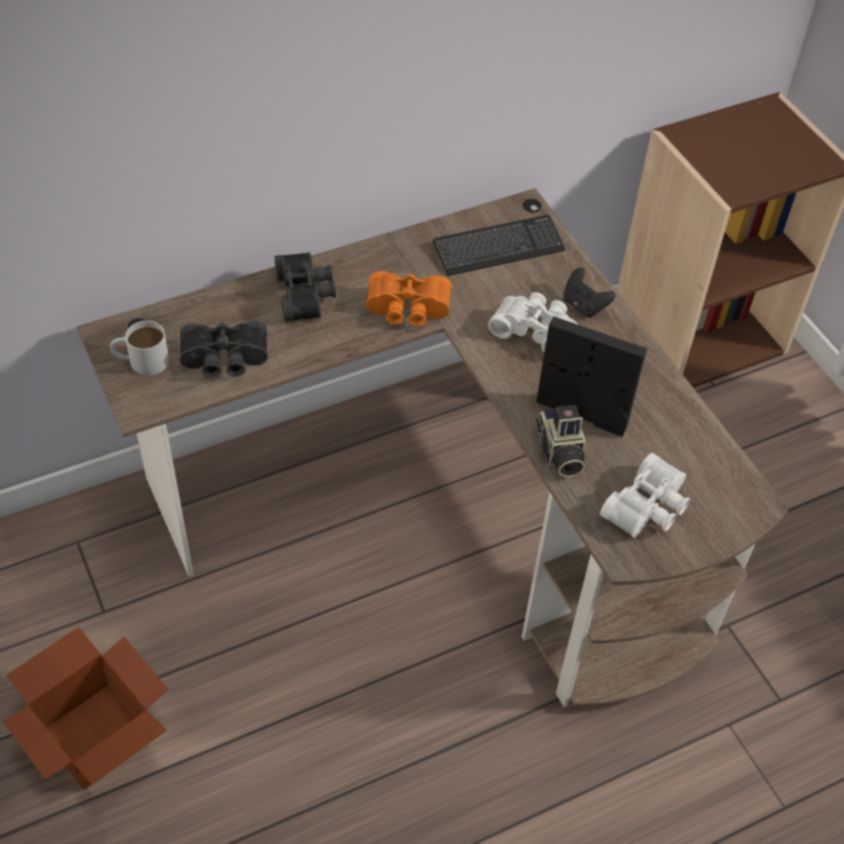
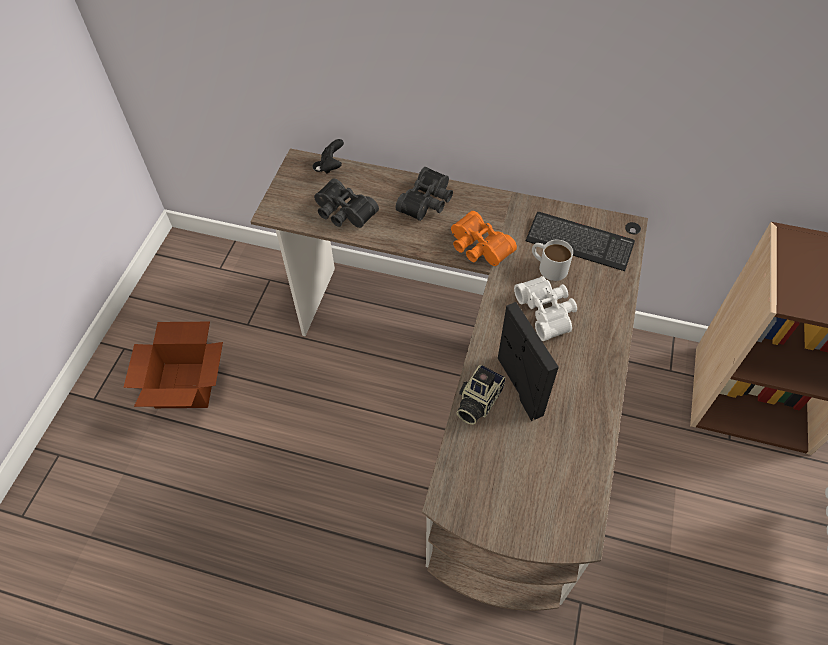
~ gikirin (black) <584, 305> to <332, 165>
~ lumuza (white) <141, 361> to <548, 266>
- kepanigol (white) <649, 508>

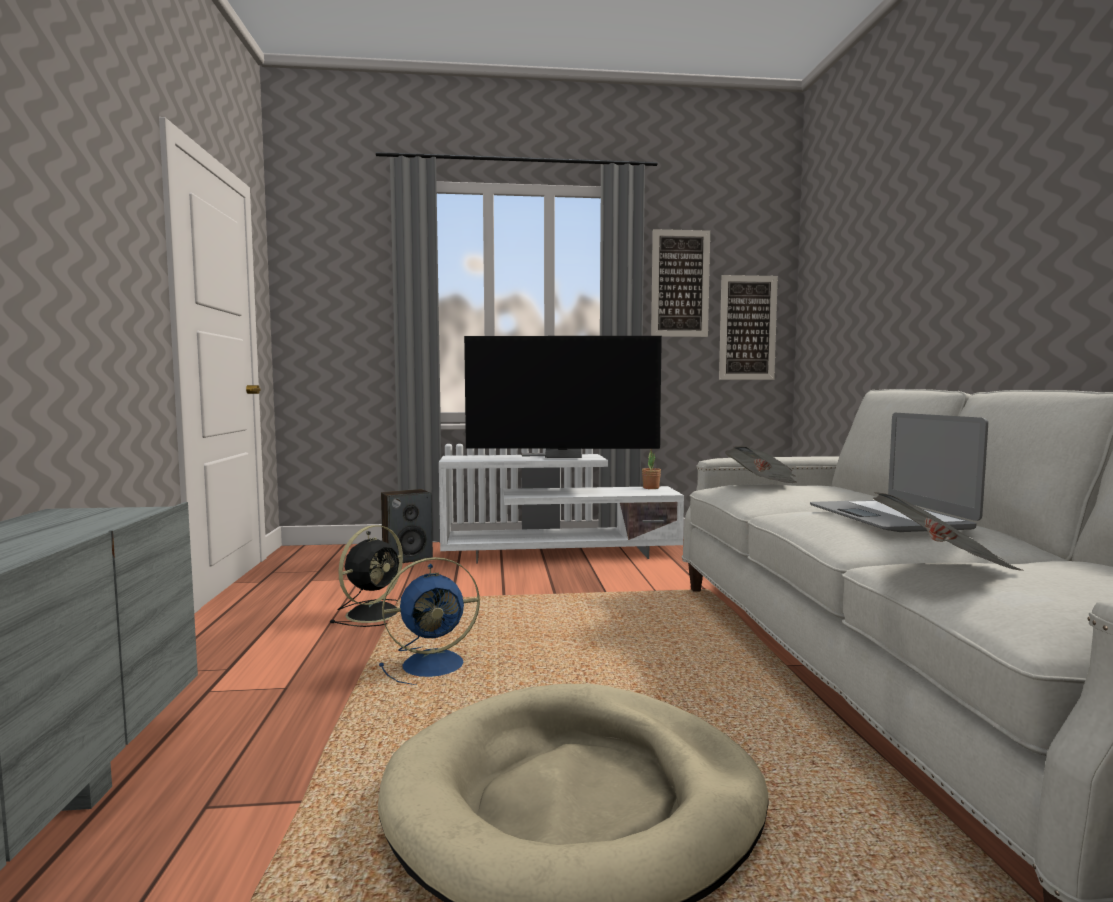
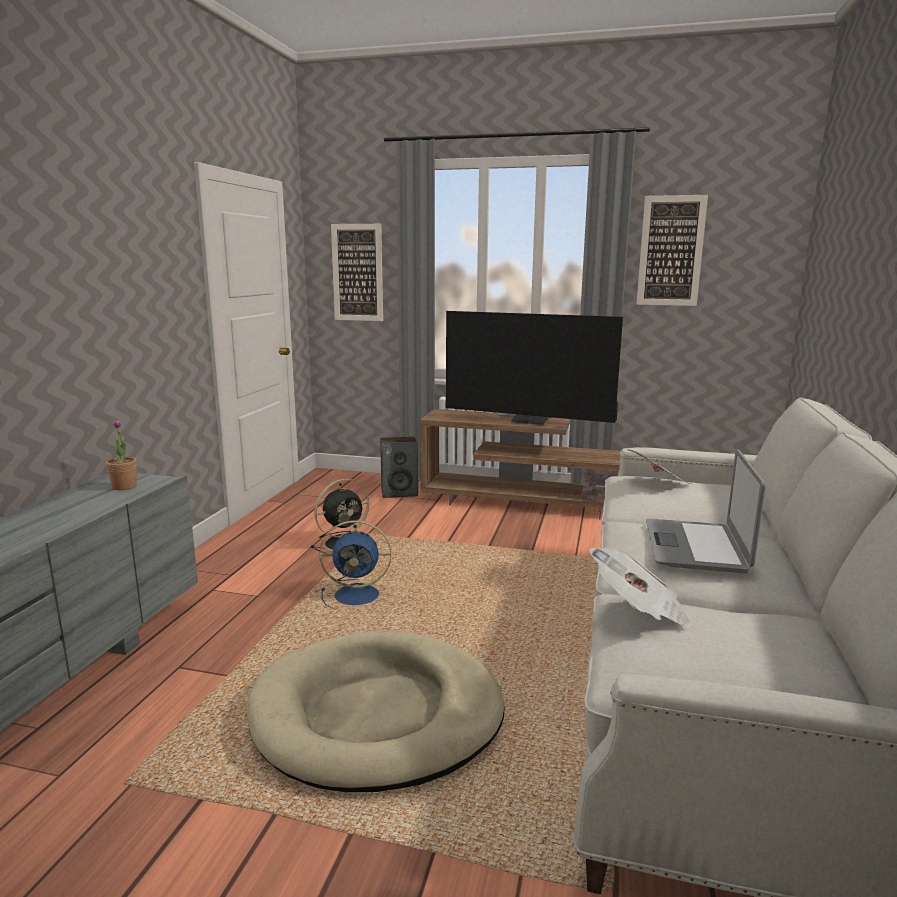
~ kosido <651, 488> to <124, 487>
~ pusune <747, 328> to <357, 273>
~ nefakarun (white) <562, 553> to nefakarun (brown) <527, 503>

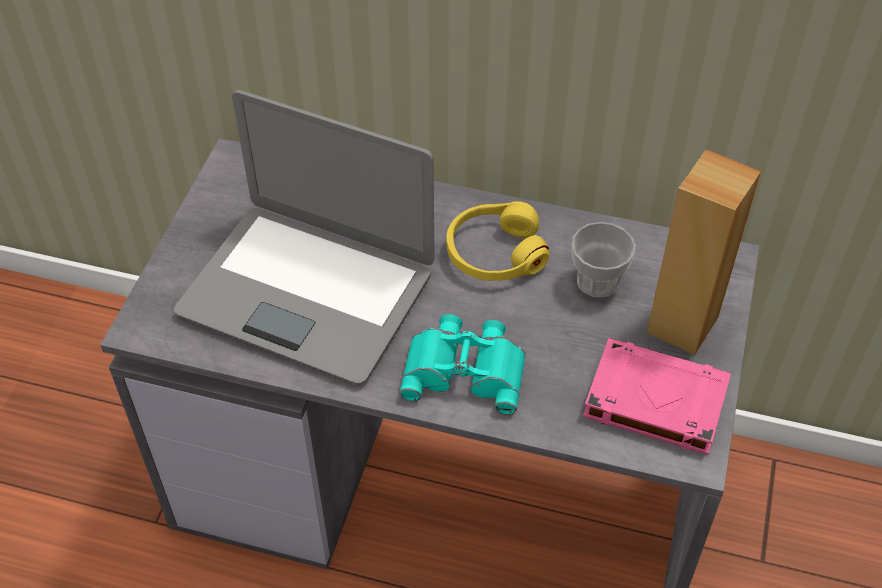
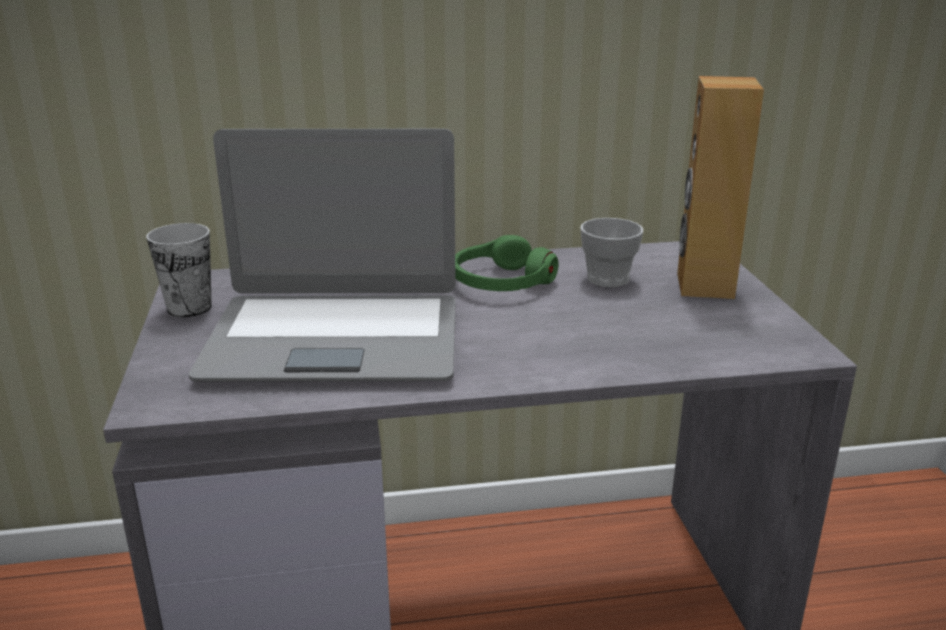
+ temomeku <189, 308>
~ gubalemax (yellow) <495, 253> to gubalemax (green) <501, 282>
- kepanigol (turquoise) <465, 368>
- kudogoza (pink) <653, 400>

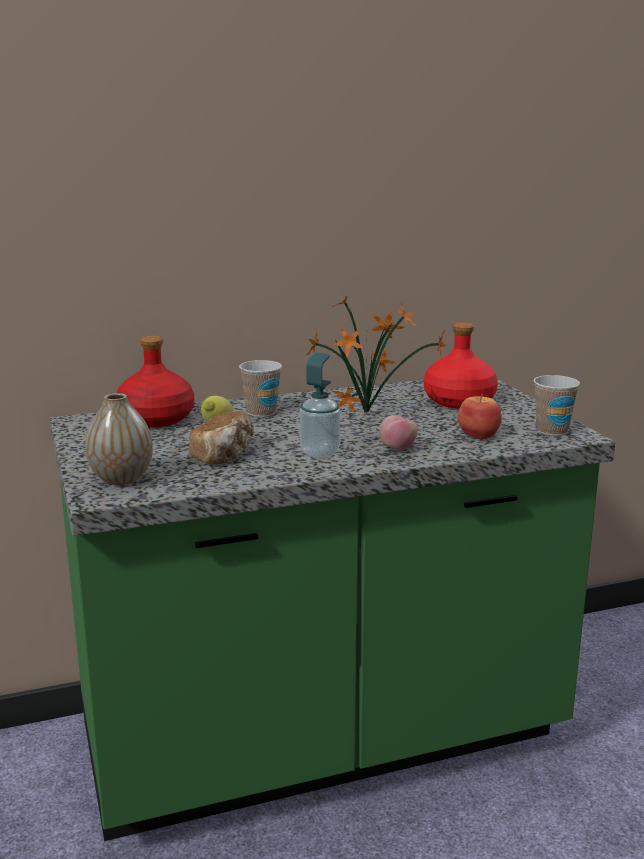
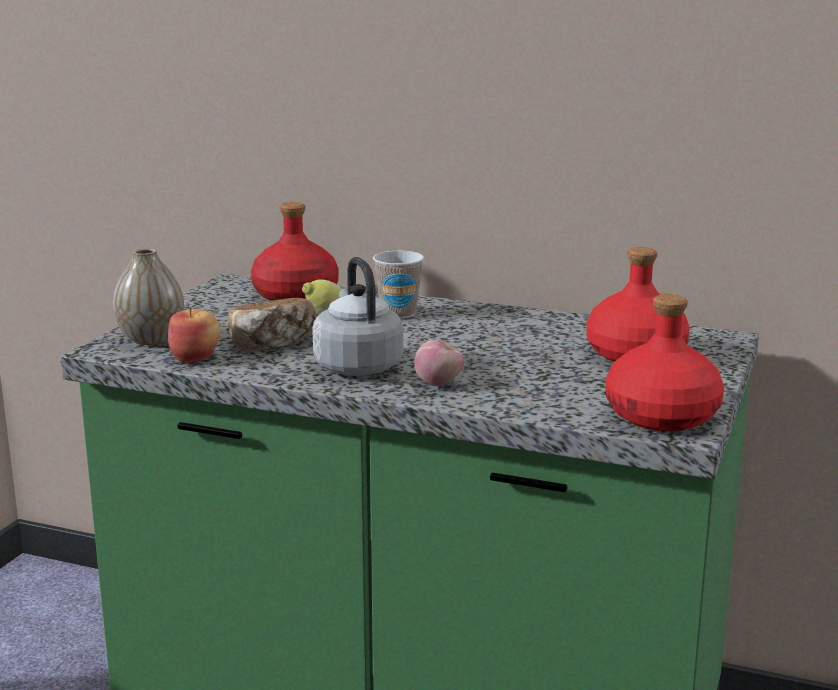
~ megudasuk <479, 434> to <195, 358>
~ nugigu <319, 453> to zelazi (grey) <357, 366>
~ temomeku <552, 431> to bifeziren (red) <663, 416>
- kosido <368, 413>

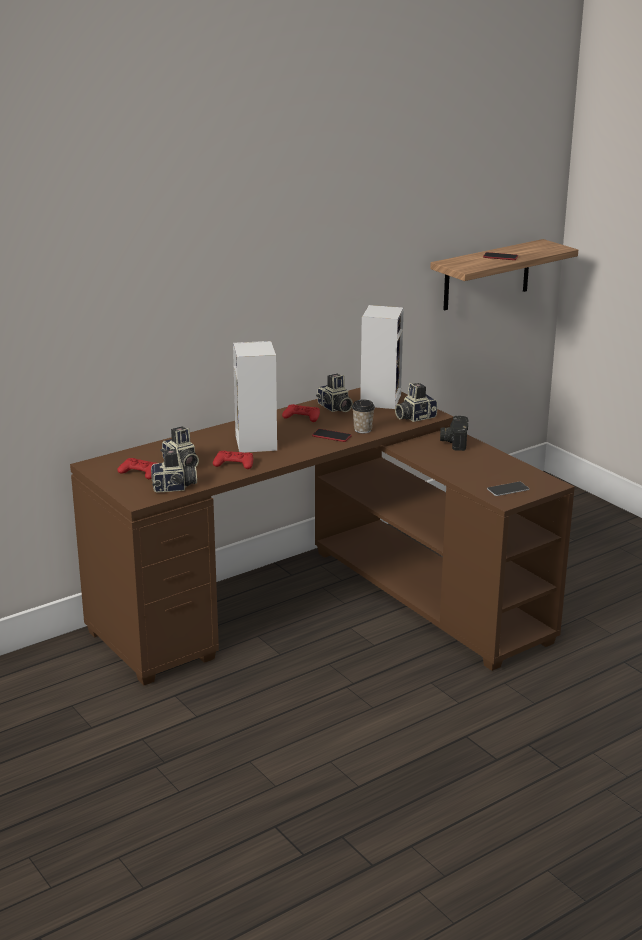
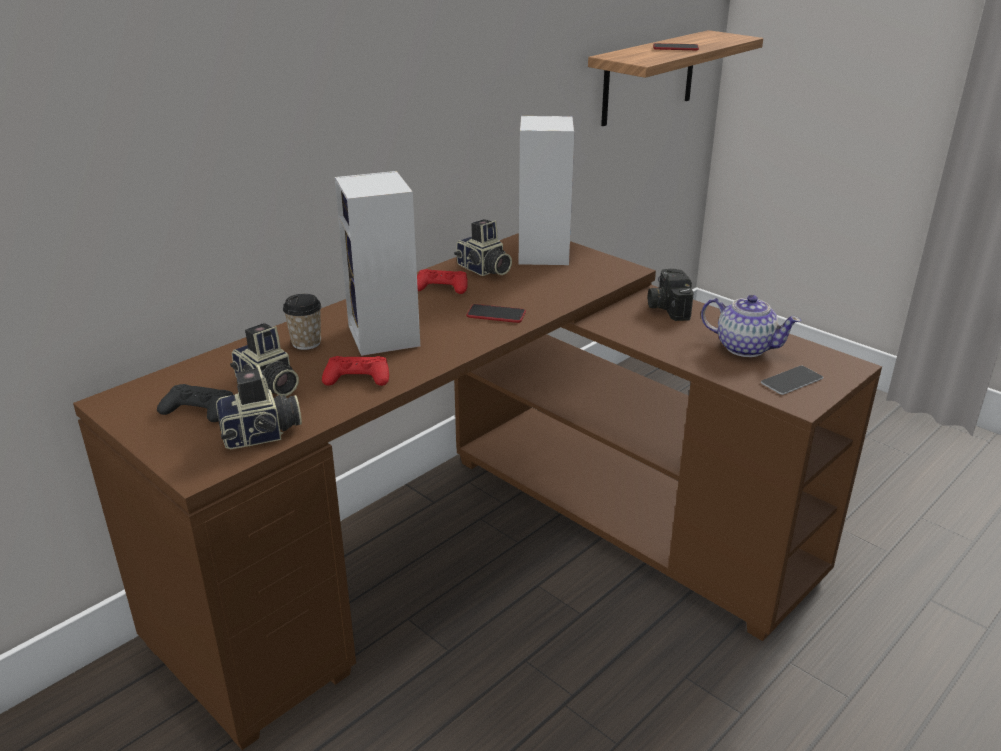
~ gikirin (red) <140, 473> to gikirin (black) <198, 409>
~ temomeku <363, 430> to <306, 343>
+ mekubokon <744, 347>
- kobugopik <414, 417>

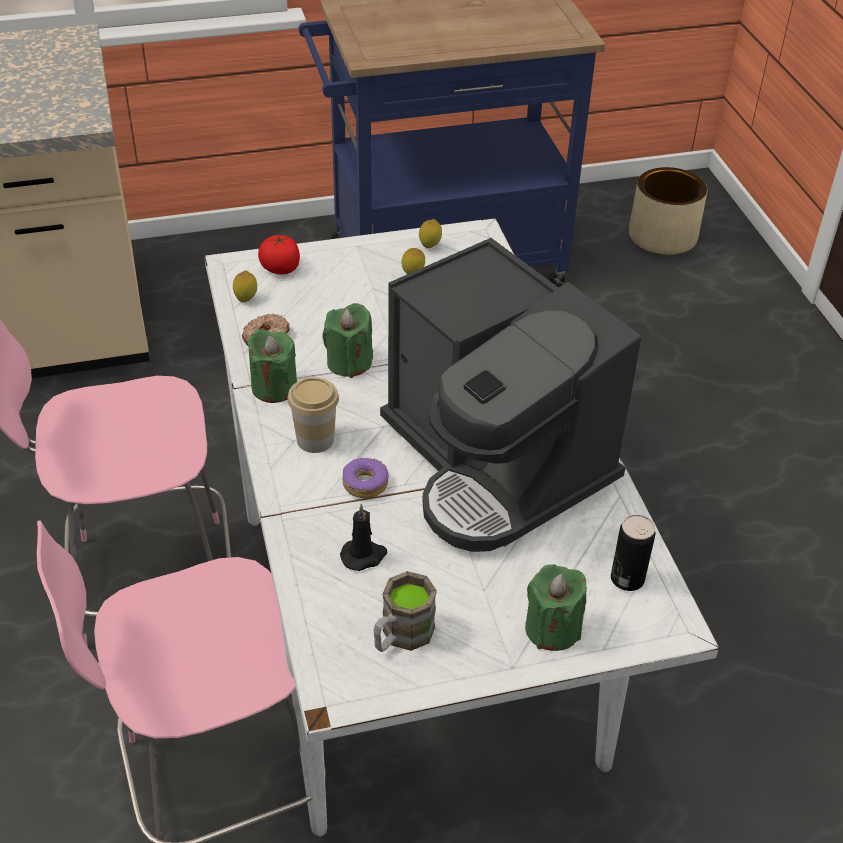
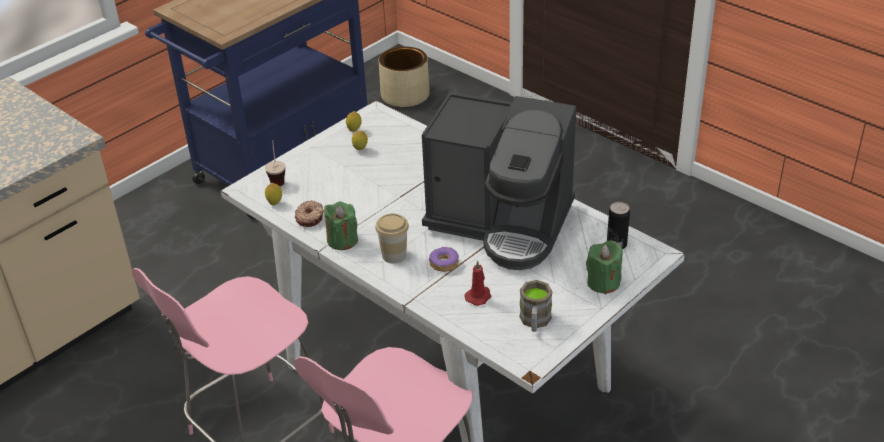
~ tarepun <280, 269> to temomeku <277, 178>
~ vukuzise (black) <364, 556> to vukuzise (red) <479, 296>
- vukuzise (green) <349, 362>

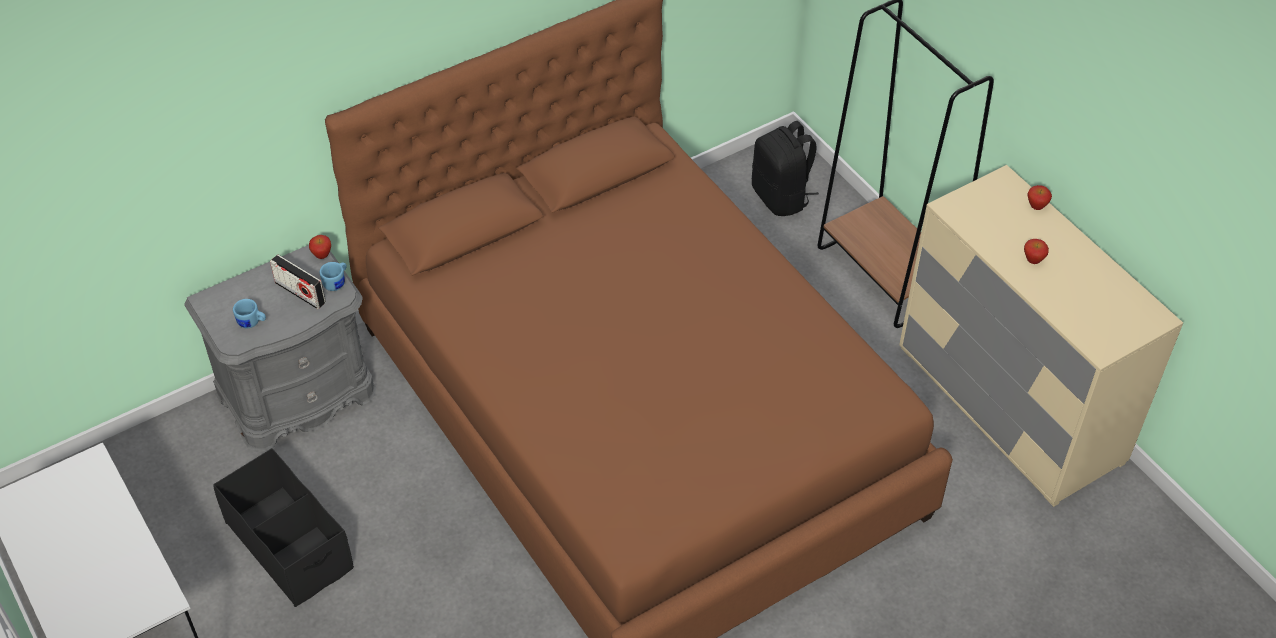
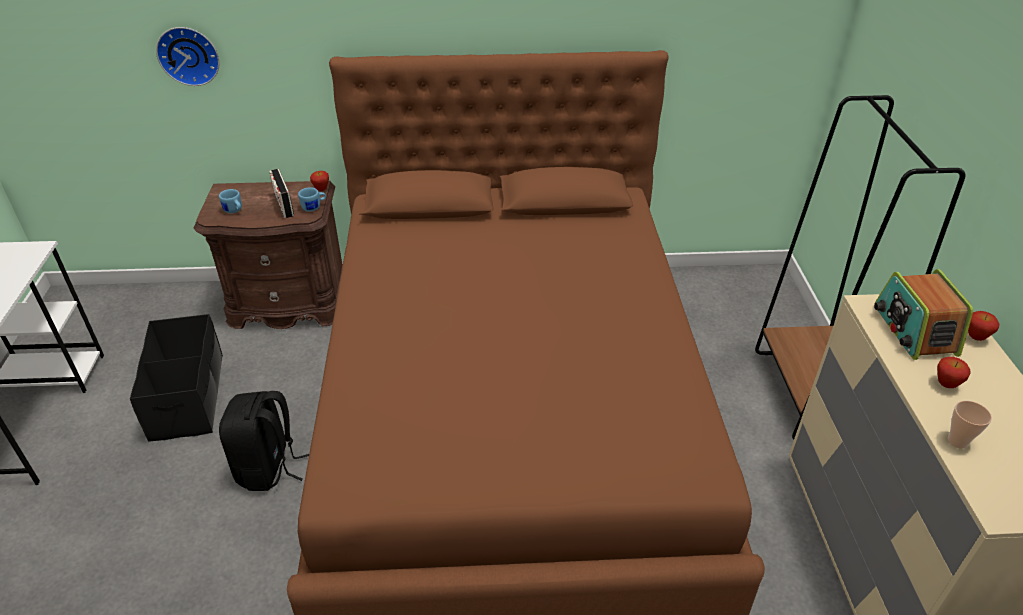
+ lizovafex <189, 55>
~ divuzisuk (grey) <301, 397> to divuzisuk (brown) <289, 305>
~ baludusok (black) <781, 197> to <269, 468>
+ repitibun <913, 330>
+ temomeku <957, 441>

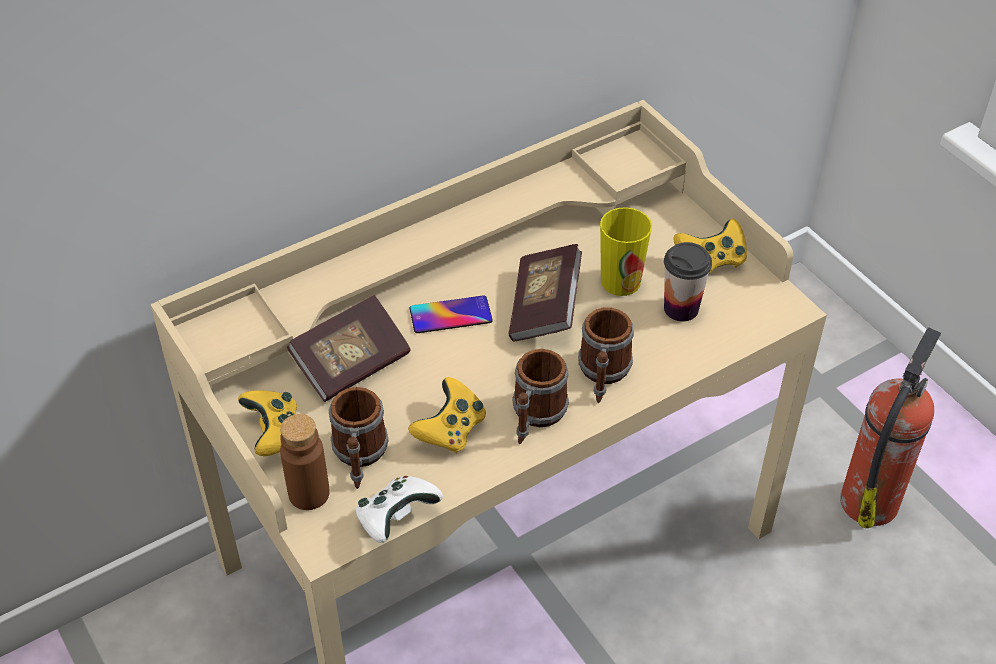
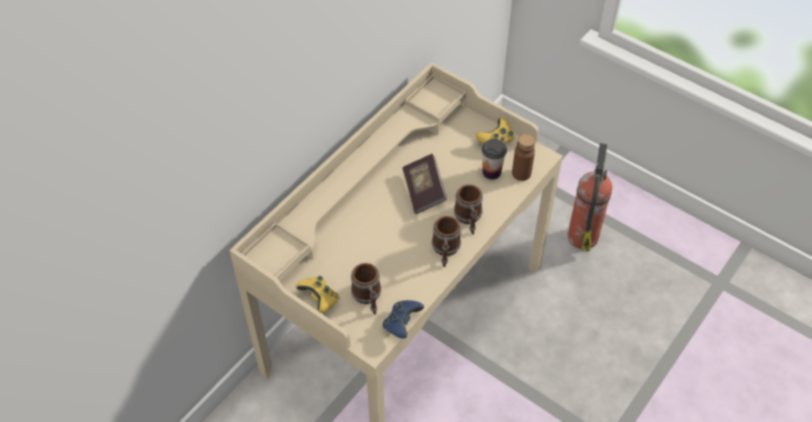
~ gikirin (white) <396, 518> to gikirin (blue) <401, 323>
~ bifeziren (brown) <309, 493> to <521, 173>
- kudogoza <351, 364>
- gikirin (yellow) <450, 431>
- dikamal <450, 315>
- temomeku <620, 281>

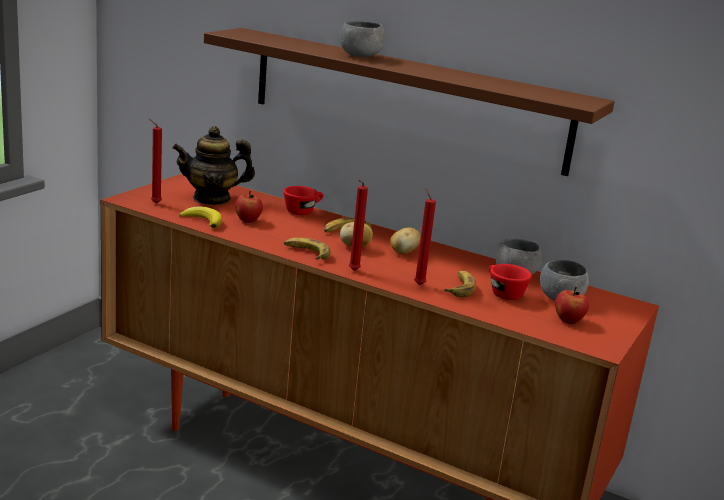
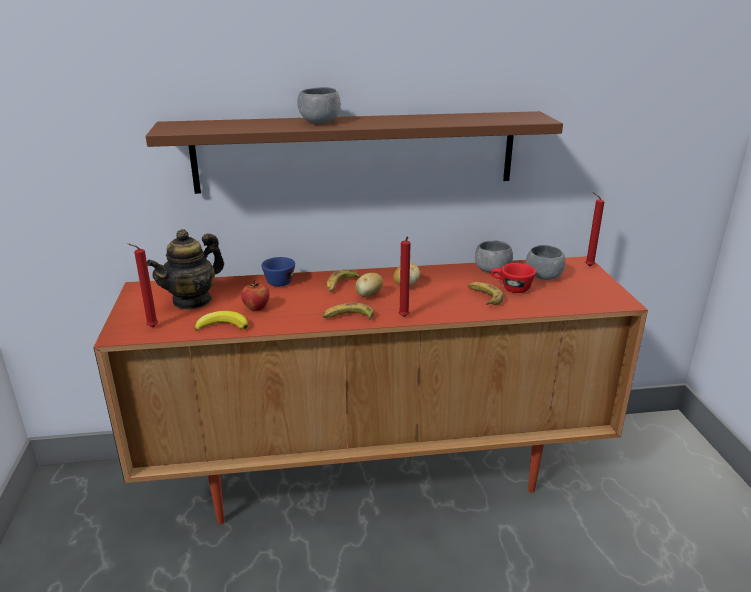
~ temomeku (red) <303, 211> to temomeku (blue) <280, 280>
~ vukuzise (red) <418, 284> to <587, 266>
- megudasuk <568, 320>

